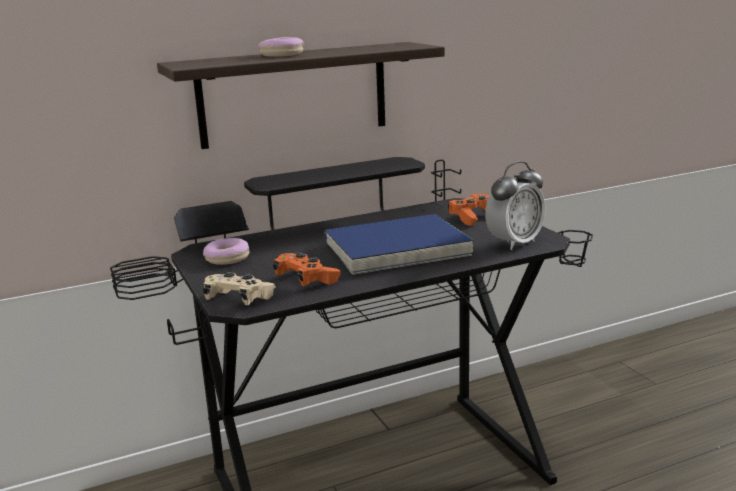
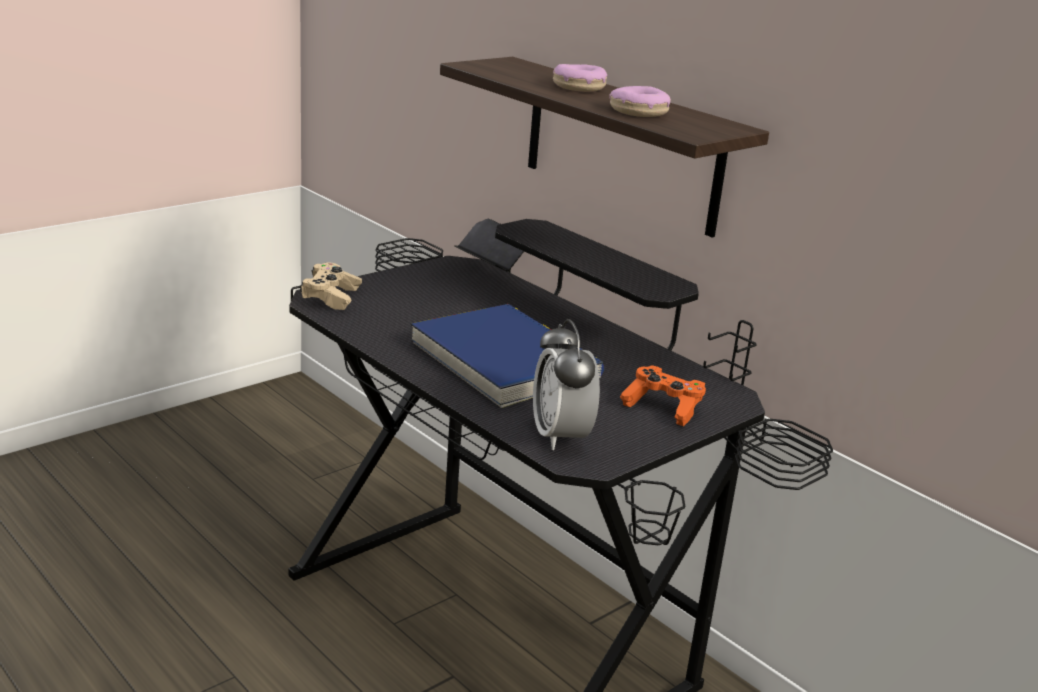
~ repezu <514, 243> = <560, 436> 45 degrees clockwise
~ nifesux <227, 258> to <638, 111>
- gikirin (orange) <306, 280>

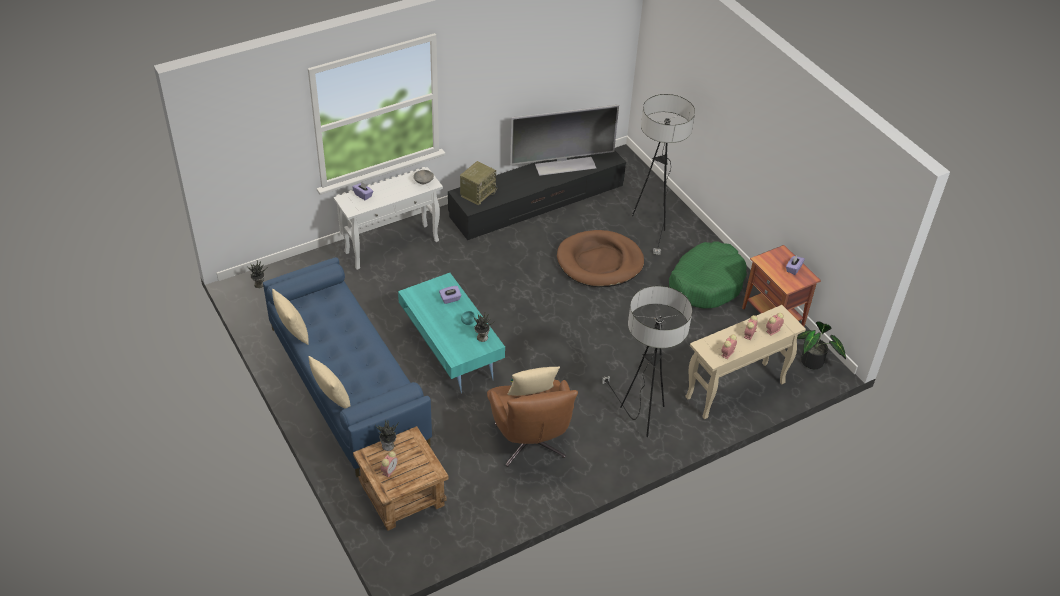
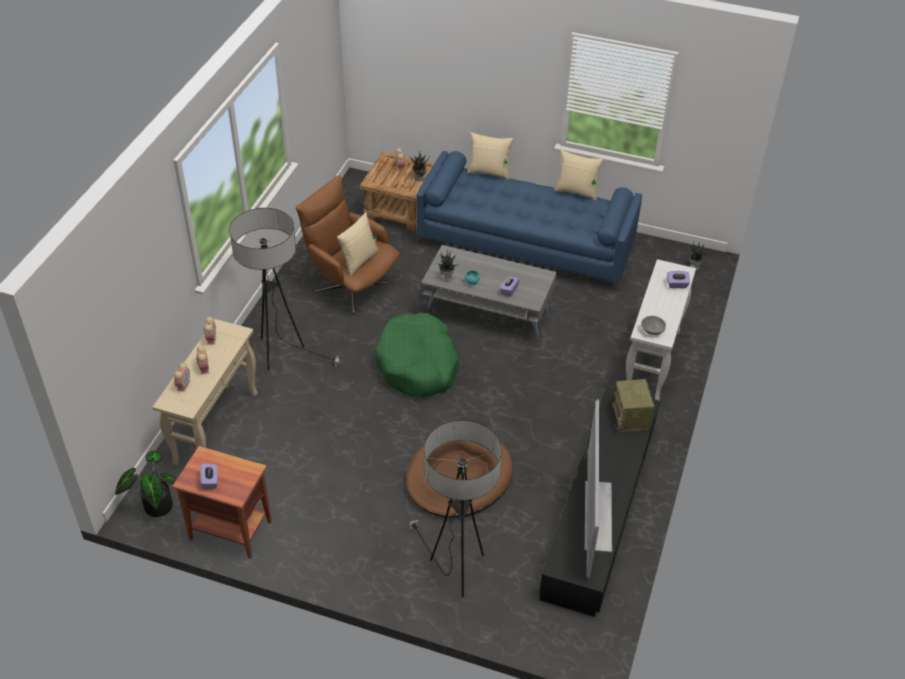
~ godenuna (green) <706, 283> to <418, 365>
~ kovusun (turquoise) <450, 350> to kovusun (grey) <488, 312>
~ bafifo <565, 165> = <596, 516> 150 degrees clockwise

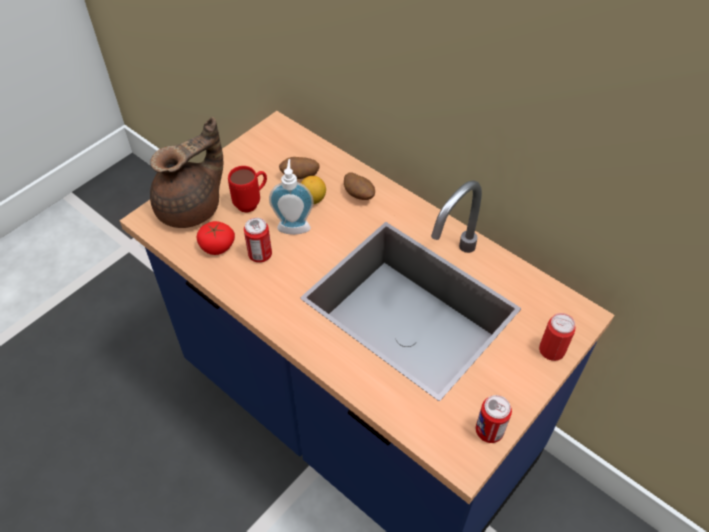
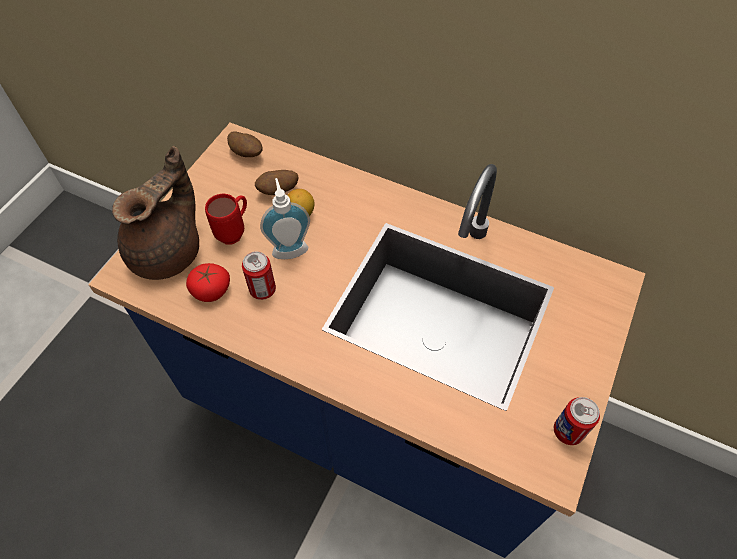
~ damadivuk <359, 195> to <247, 154>
- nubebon <552, 350>

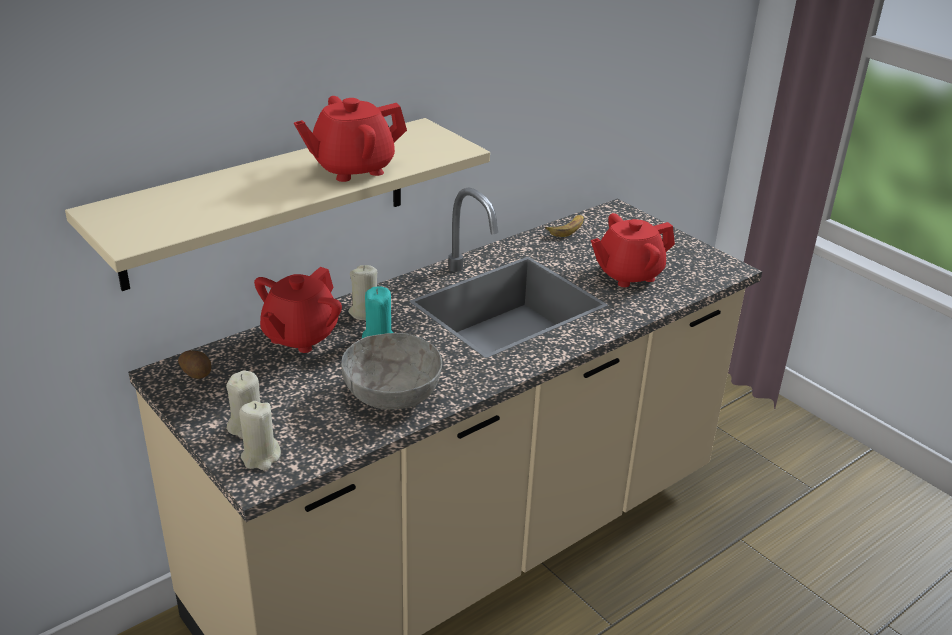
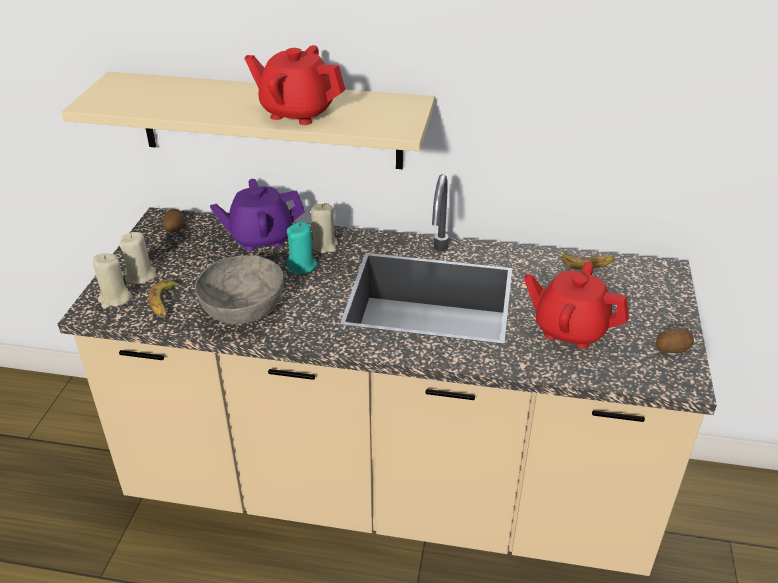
+ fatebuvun <165, 304>
~ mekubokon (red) <300, 336> to mekubokon (purple) <261, 238>
+ damadivuk <671, 348>

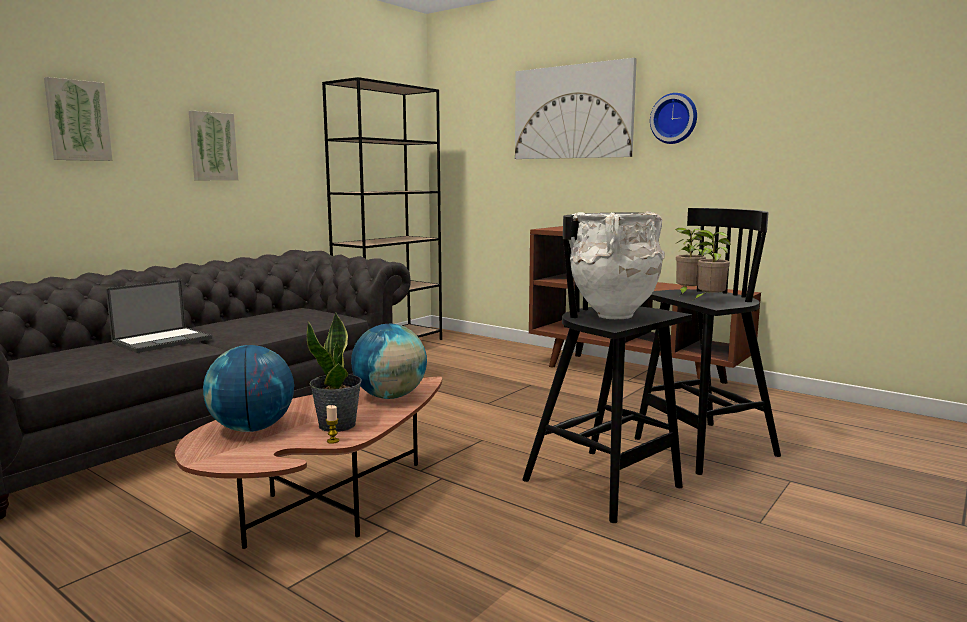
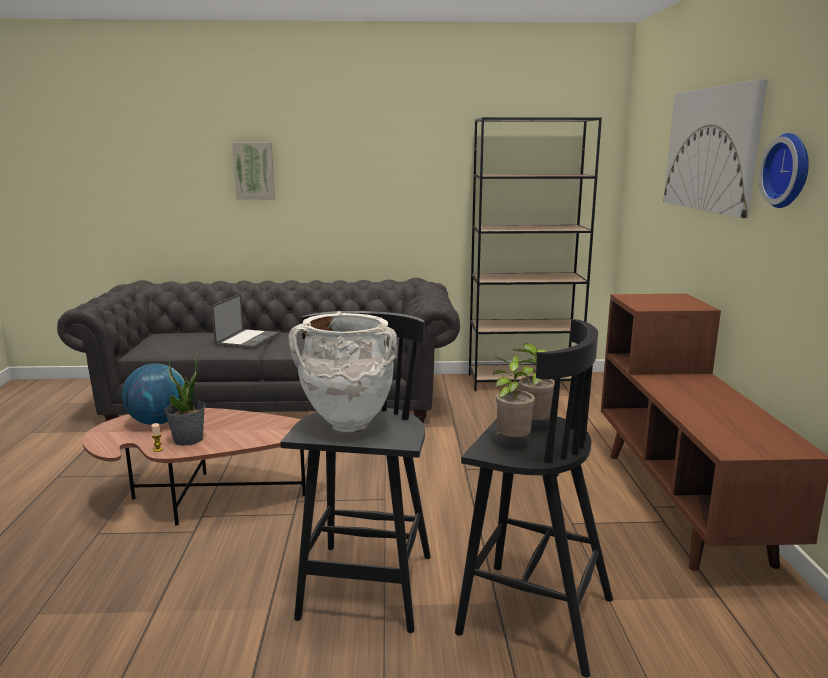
~ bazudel <163, 340> = <248, 339> 75 degrees counterclockwise
- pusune <212, 146>
- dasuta <390, 397>

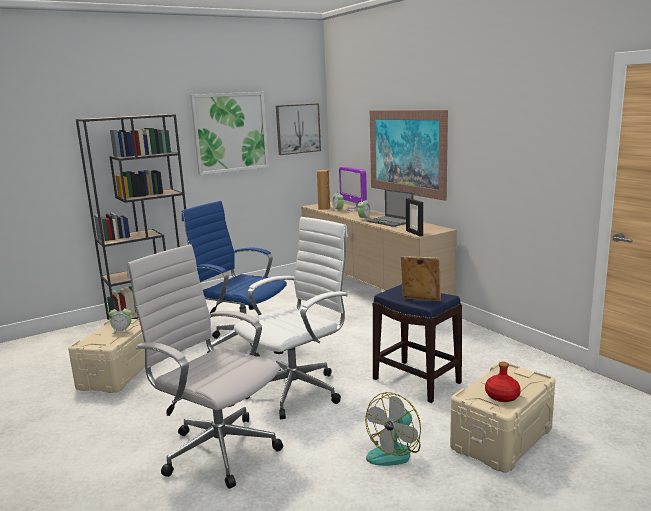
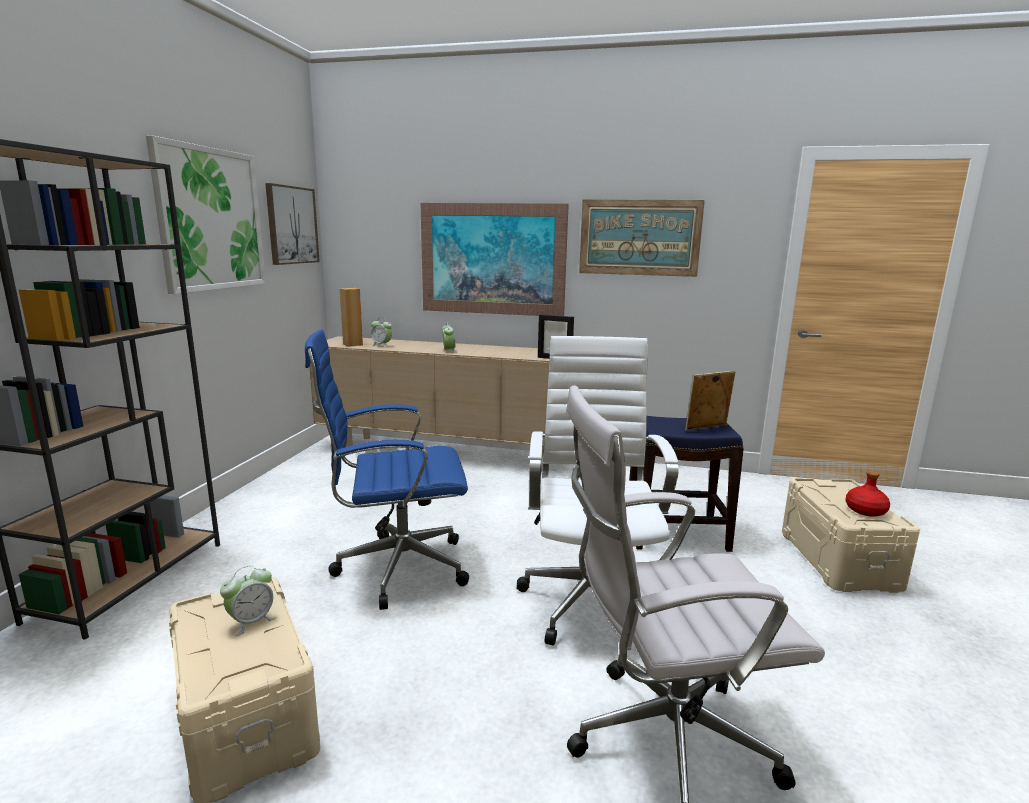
+ pusune <639, 237>
- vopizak <354, 210>
- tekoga <394, 451>
- bazudel <390, 221>

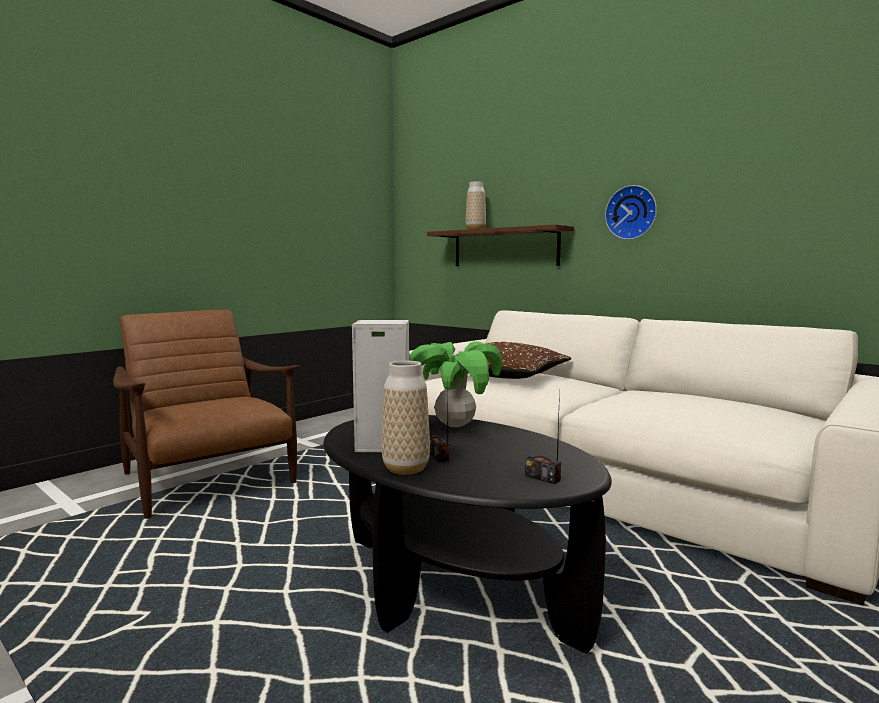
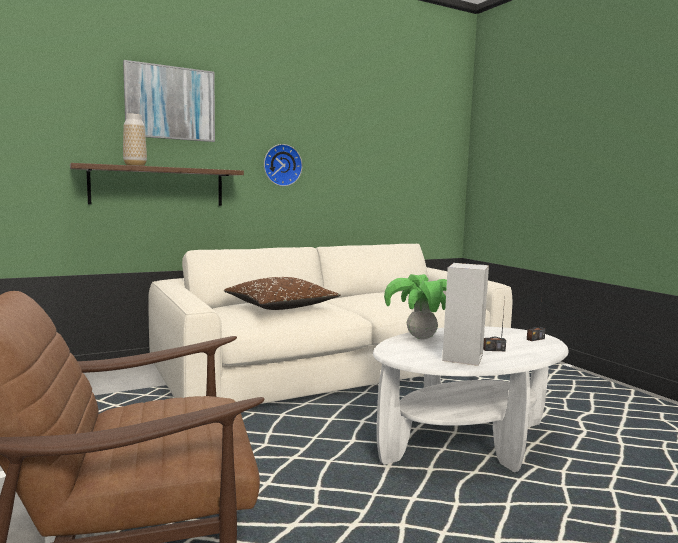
+ pusune <170, 103>
~ kovusun (black) <453, 588> to kovusun (white) <466, 443>
- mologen <406, 468>

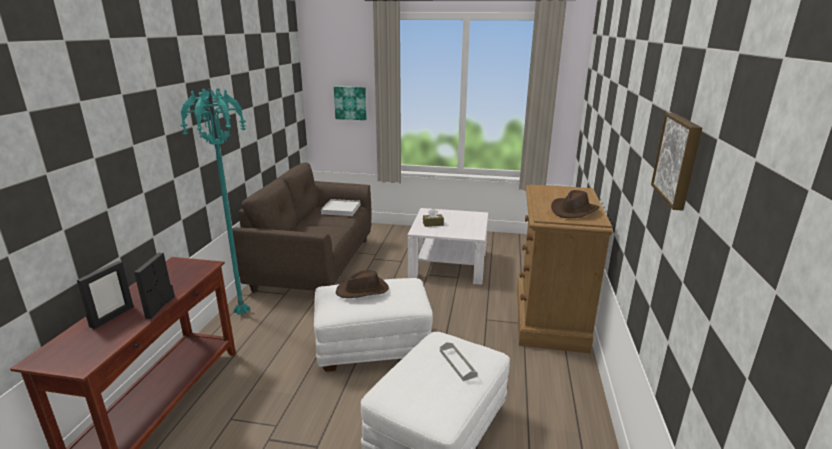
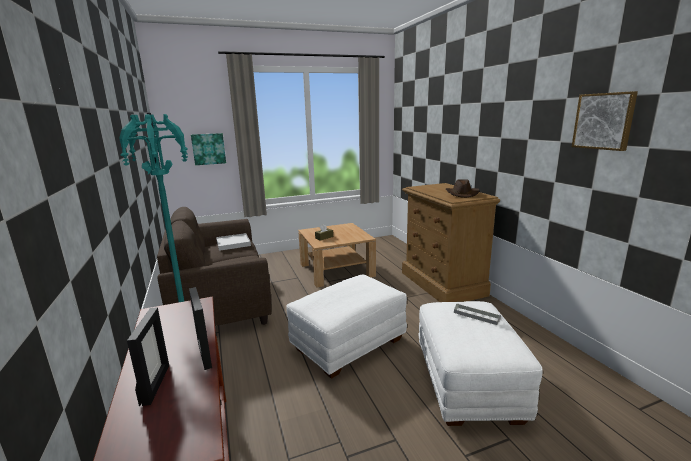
~ kovusun (white) <448, 264> to kovusun (brown) <336, 270>
- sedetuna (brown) <363, 290>

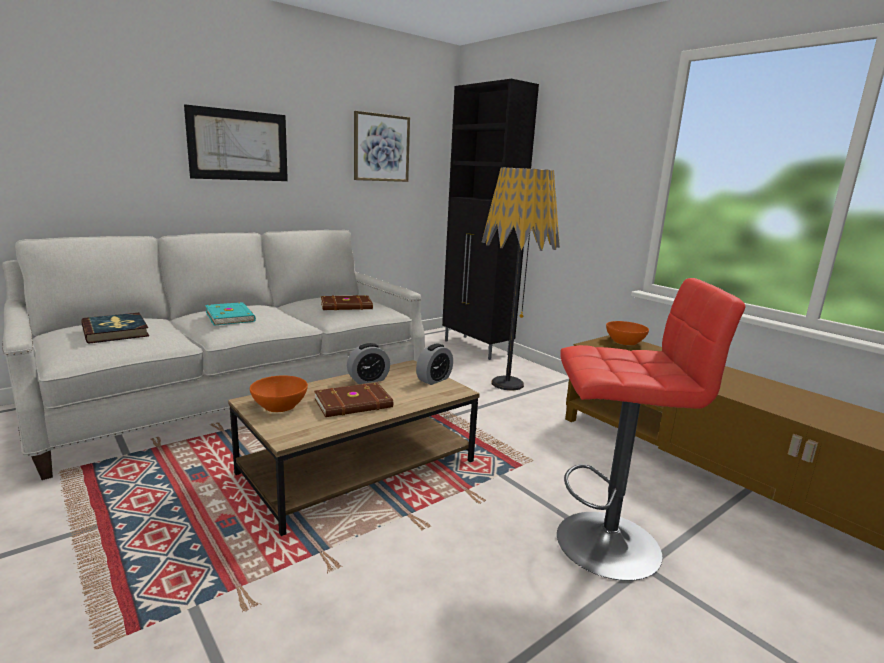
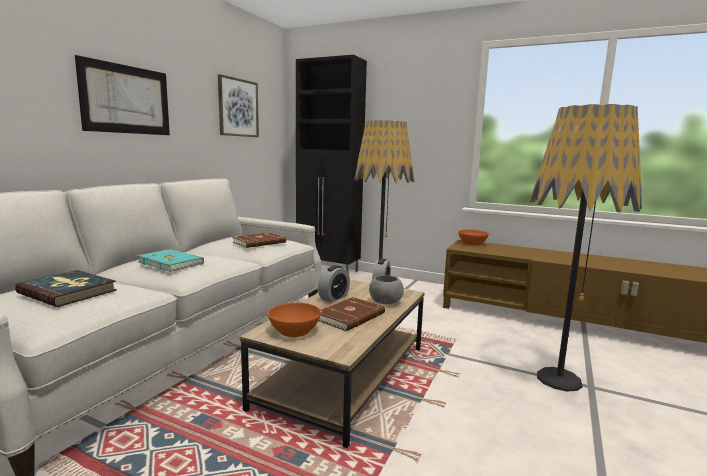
+ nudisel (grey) <385, 303>
~ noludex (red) <609, 545> to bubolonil <559, 379>

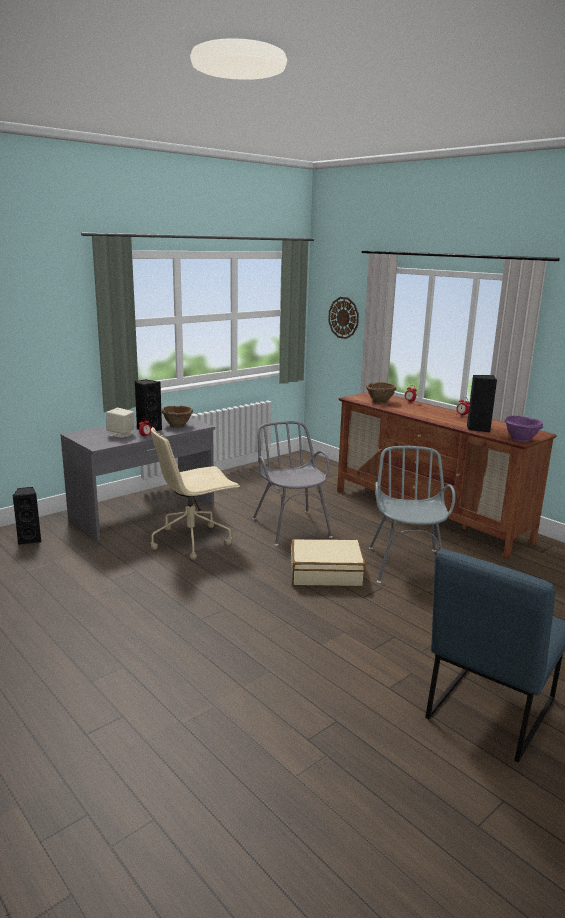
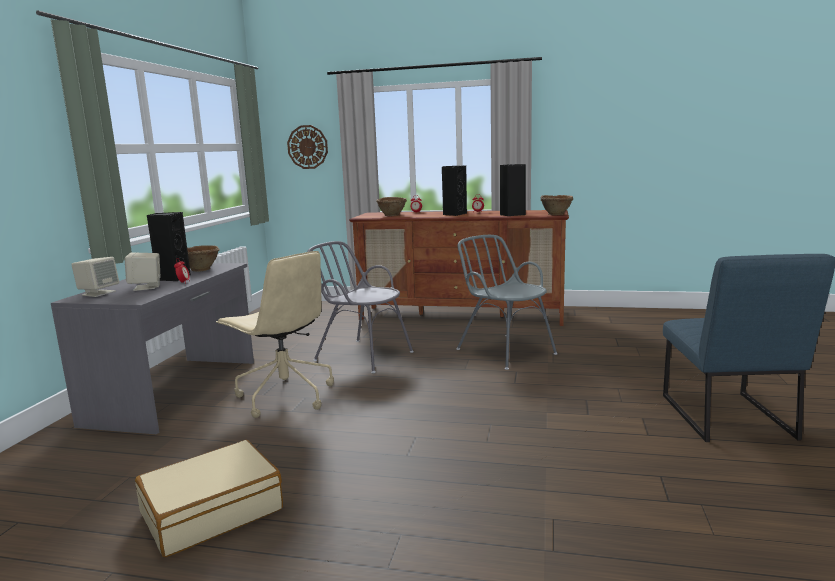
+ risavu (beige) <98, 293>
~ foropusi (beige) <326, 573> to <212, 511>
~ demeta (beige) <194, 541> = <283, 396> 75 degrees counterclockwise
~ risavu (black) <30, 539> to <454, 214>
~ nudisel (purple) <521, 439> to nudisel (brown) <556, 214>

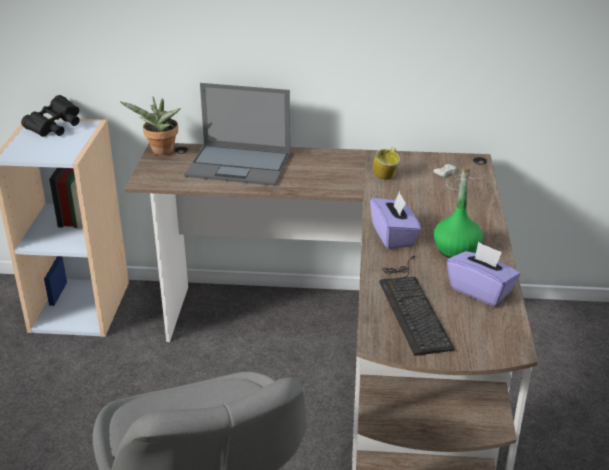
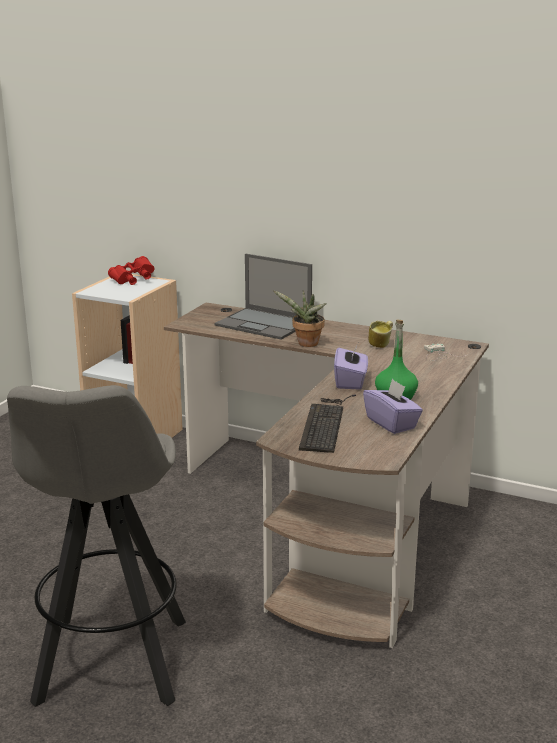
~ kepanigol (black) <55, 128> to kepanigol (red) <133, 280>
~ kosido <161, 152> to <306, 344>

